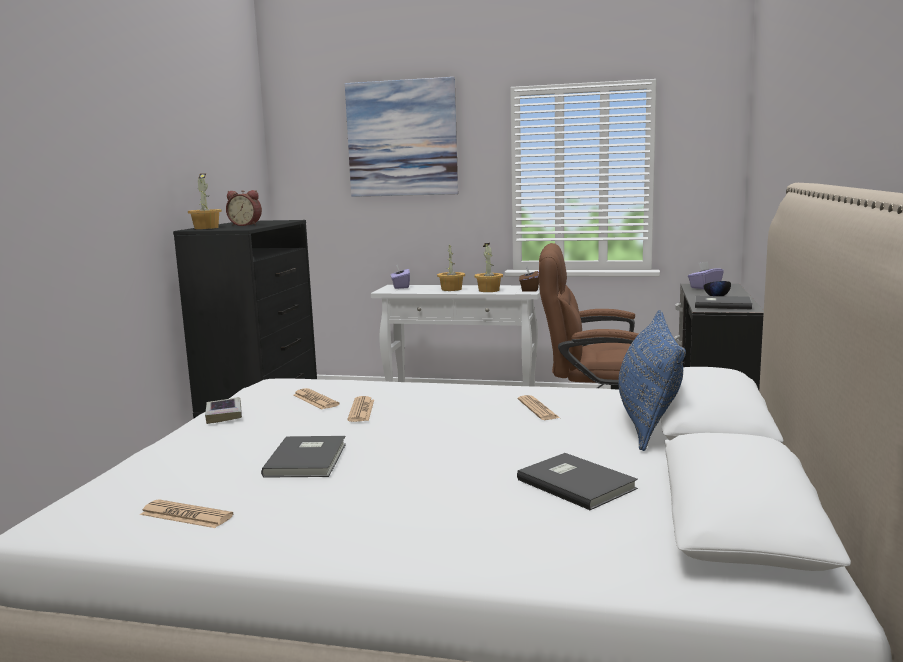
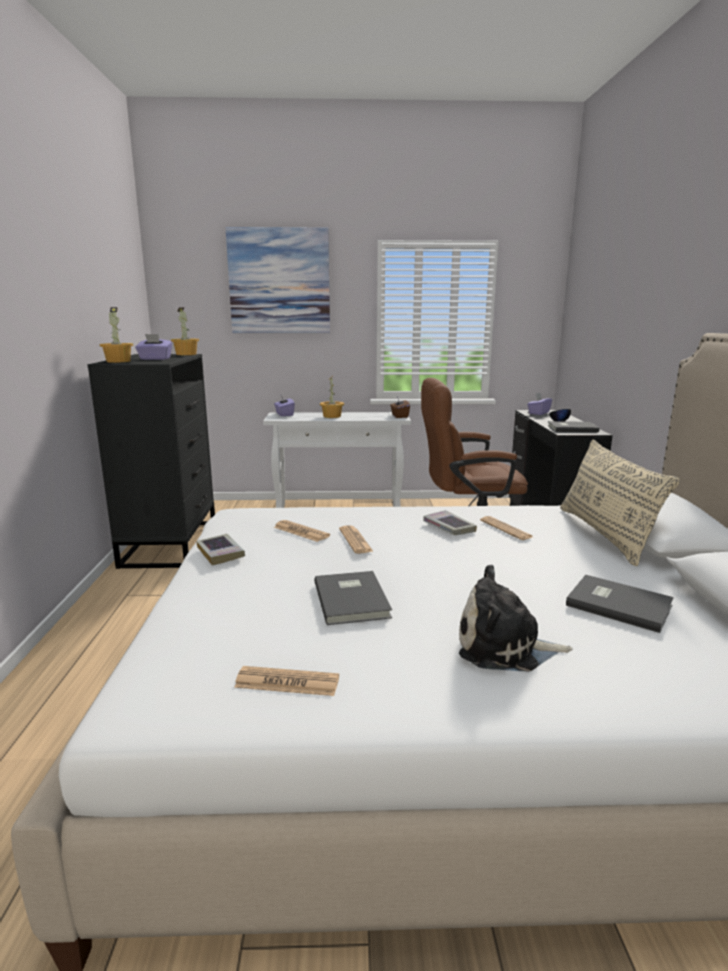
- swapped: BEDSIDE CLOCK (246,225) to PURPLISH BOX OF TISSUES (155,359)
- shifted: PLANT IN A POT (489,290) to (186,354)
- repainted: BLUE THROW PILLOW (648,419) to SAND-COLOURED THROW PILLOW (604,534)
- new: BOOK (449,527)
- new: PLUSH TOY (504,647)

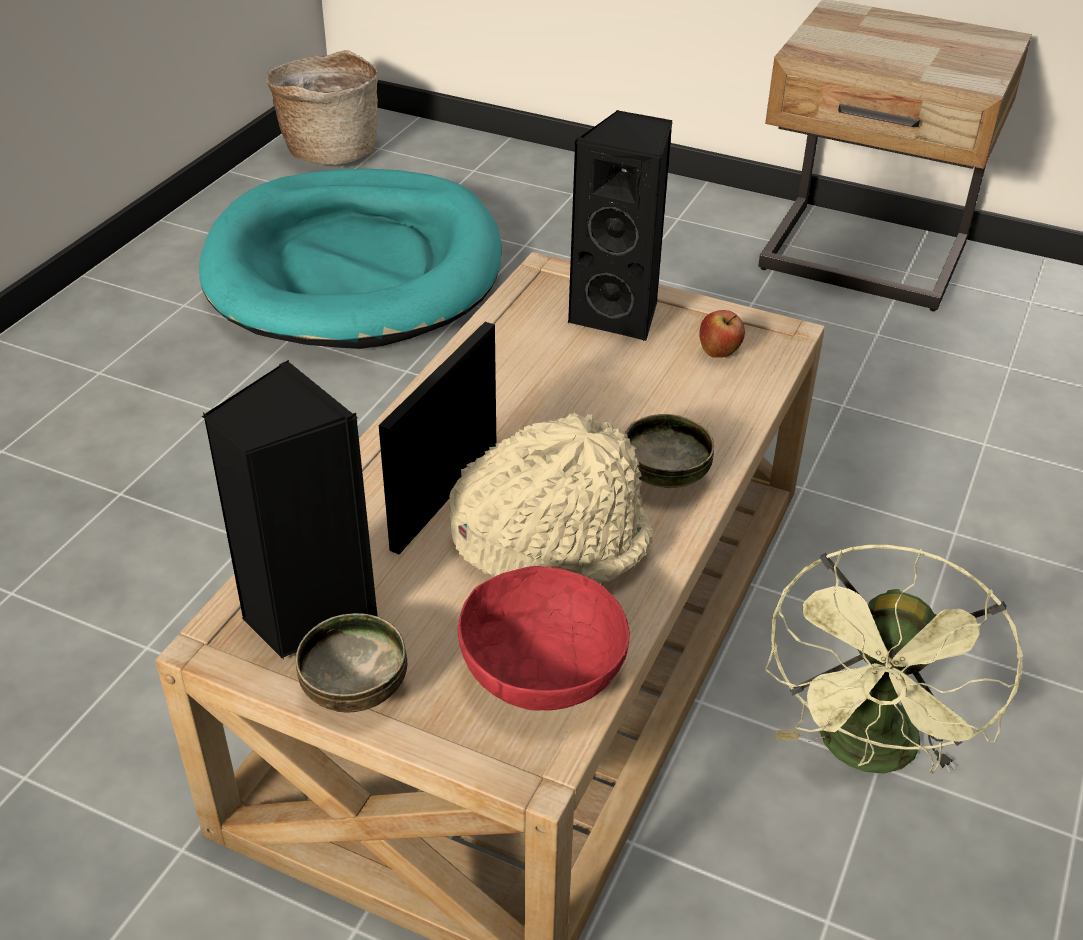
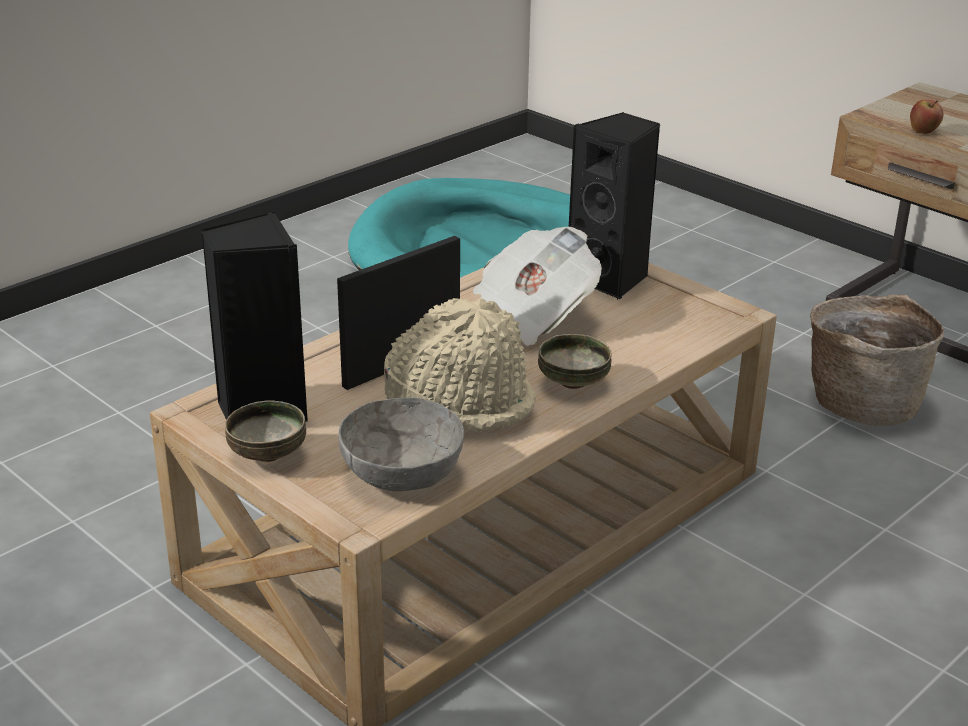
- shifted: STORAGE BASKET (330,150) to (862,403)
- repainted: RED-COLOURED BOWL (541,670) to GRAY BOWL (401,472)
- shifted: WHOLE APPLE (719,353) to (923,132)
- gone: GREENISH ELECTRIC FAN (869,754)
- new: PRINTED PAPER (526,319)

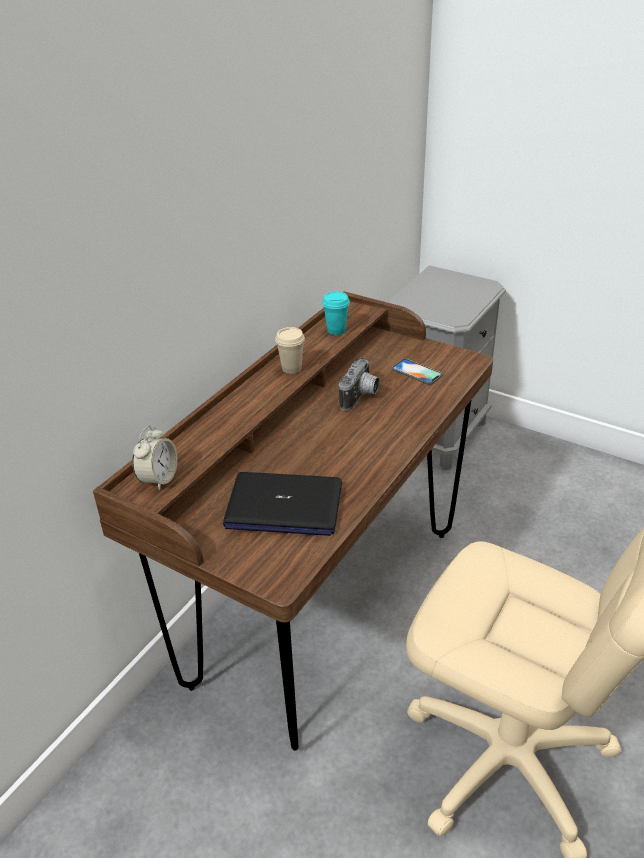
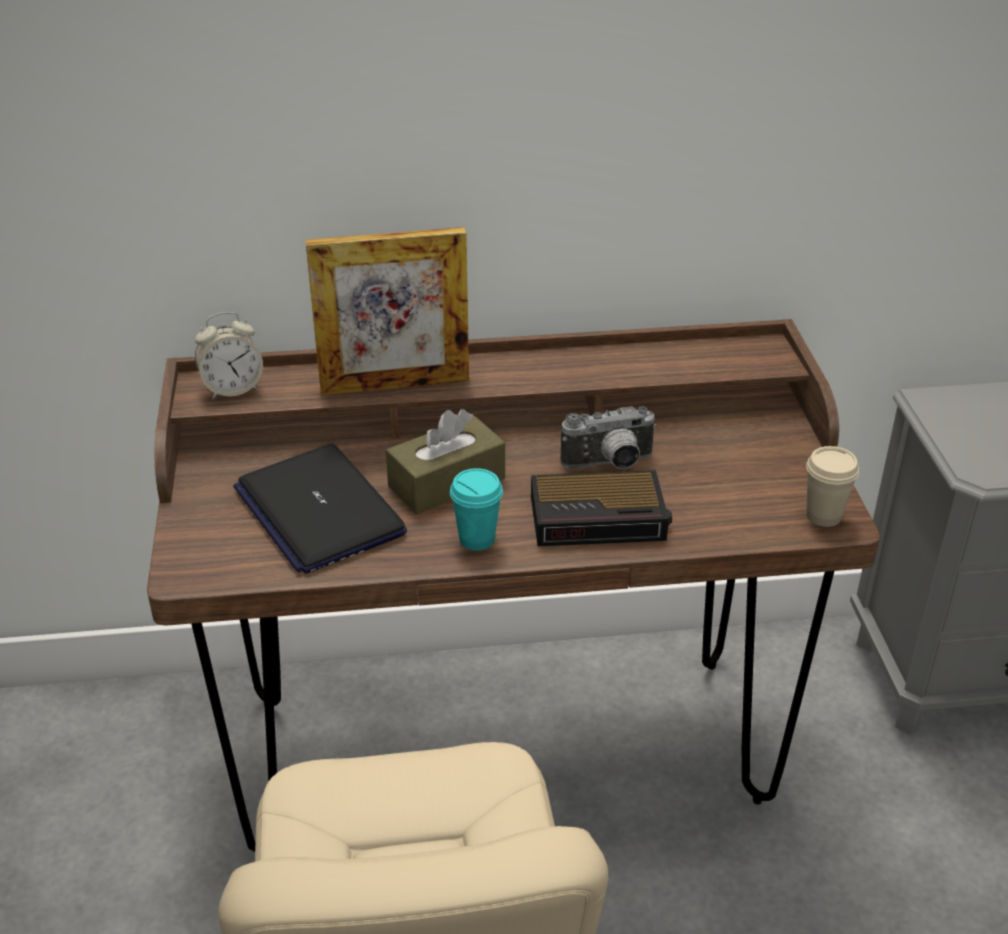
- shifted: SAND-COLOURED DRINKING CUP (291,368) to (823,516)
- shifted: TURQUOISE DRINKING CUP (336,330) to (477,539)
- gone: TELEPHONE (417,372)
- new: PICTURE FRAME (395,385)
- new: BROWNISH BOX OF TISSUES (446,482)
- new: BEDSIDE CLOCK (600,518)

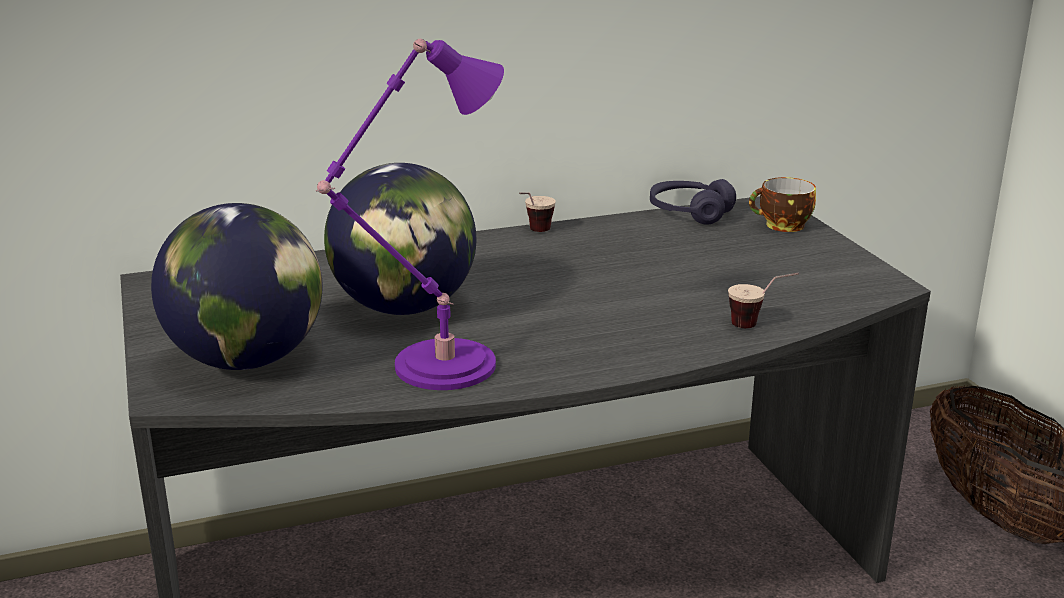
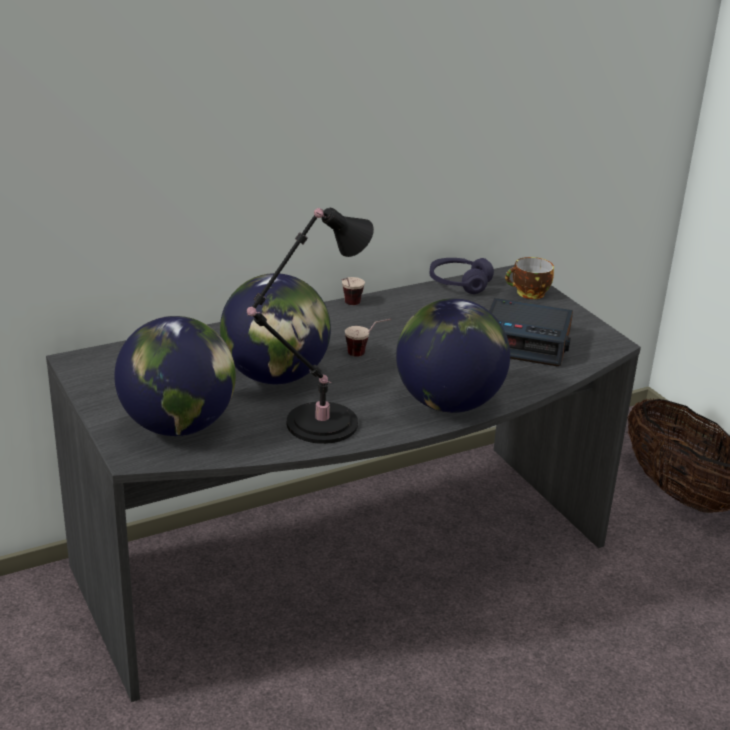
- repainted: PURPLISH TABLE LAMP (436,367) to BLACK TABLE LAMP (316,425)
- shifted: DRINKING CUP (759,325) to (366,354)
- new: DESK GLOBE (448,404)
- new: BEDSIDE CLOCK (526,342)

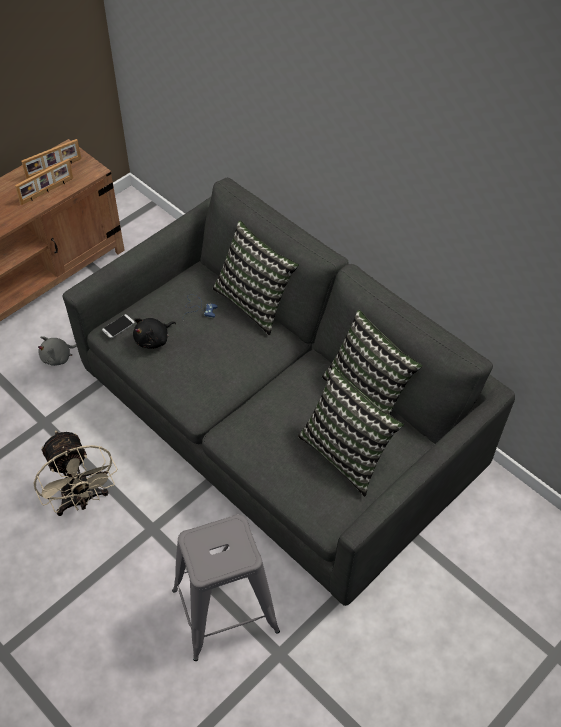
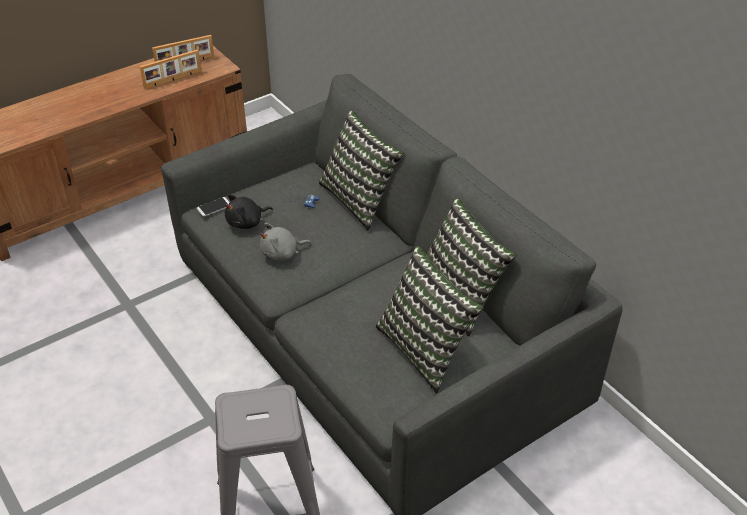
- gone: SAND-COLOURED ELECTRIC FAN (81,500)
- shifted: GRAY PLUSH TOY (58,357) to (282,253)

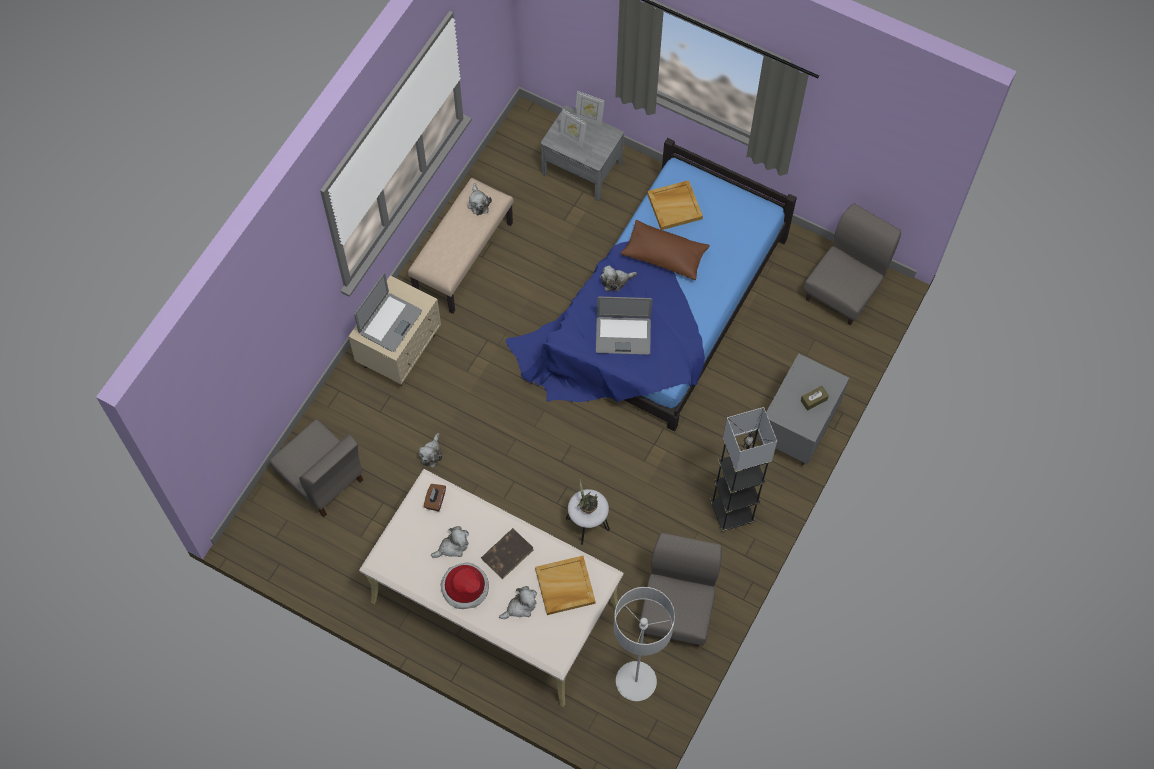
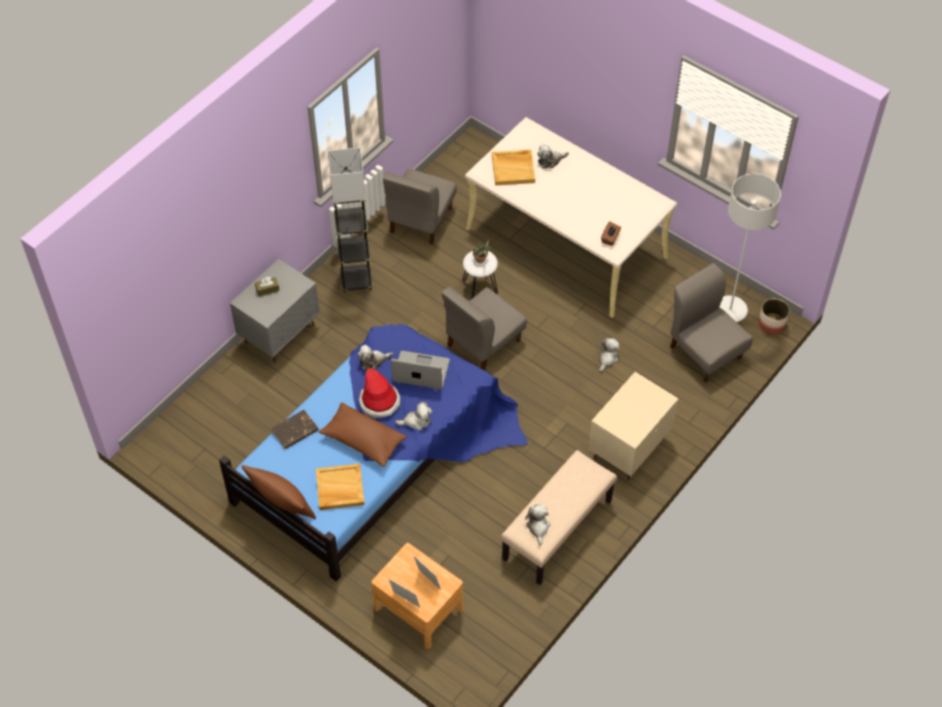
- gone: LAPTOP (390,322)
- shifted: PLUSH TOY (452,546) to (373,361)
- shifted: WEARABLE HAT (465,587) to (379,402)
- shifted: BROWNISH BOOK (507,554) to (294,431)
- repainted: GRAY BEDSIDE TABLE (582,168) to BROWNISH BEDSIDE TABLE (418,609)
- shifted: GRAY STANDING LAMP (636,681) to (730,310)
- shifted: GRAY CHAIR (843,291) to (483,343)
- new: BROWNISH THROW PILLOW (281,501)
- new: FLOWER POT (771,324)

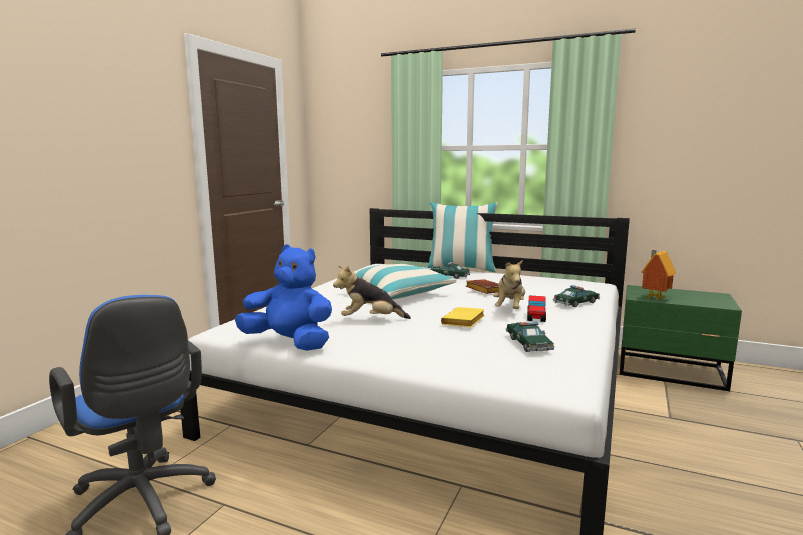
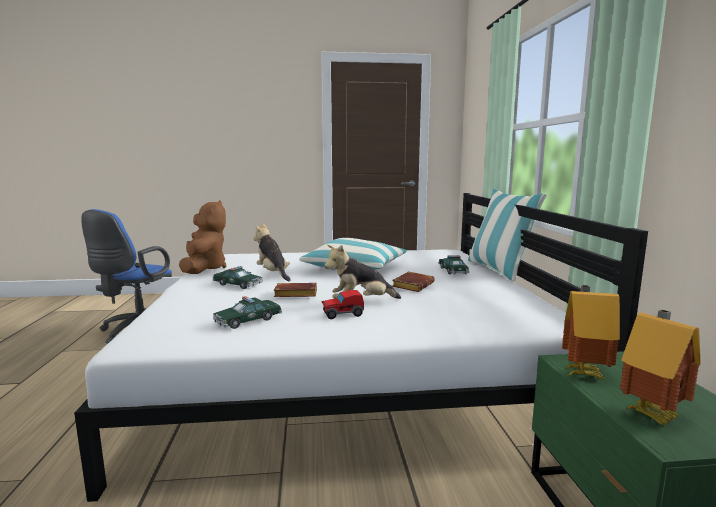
- repainted: BLUE PLUSH TOY (290,343) to BROWNISH PLUSH TOY (204,269)
- repainted: YELLOWISH BOOK (464,322) to BROWNISH BOOK (294,294)
- shifted: MINIATURE CAR (576,303) to (237,284)
- new: MINIATURE HOUSE (653,414)

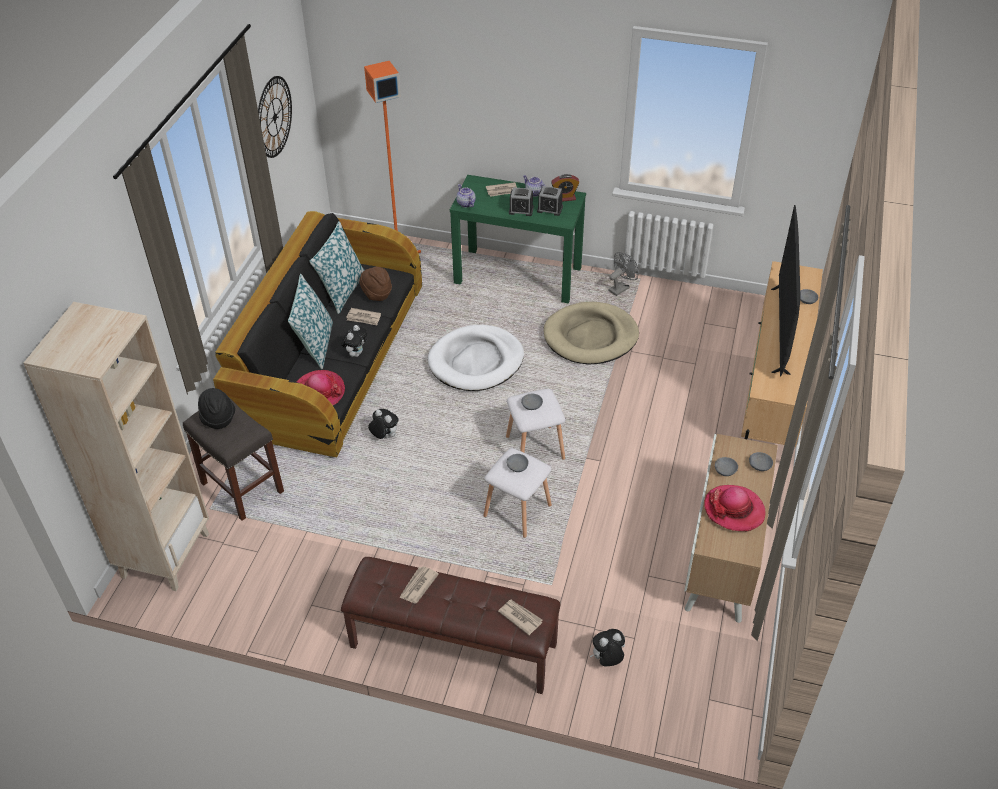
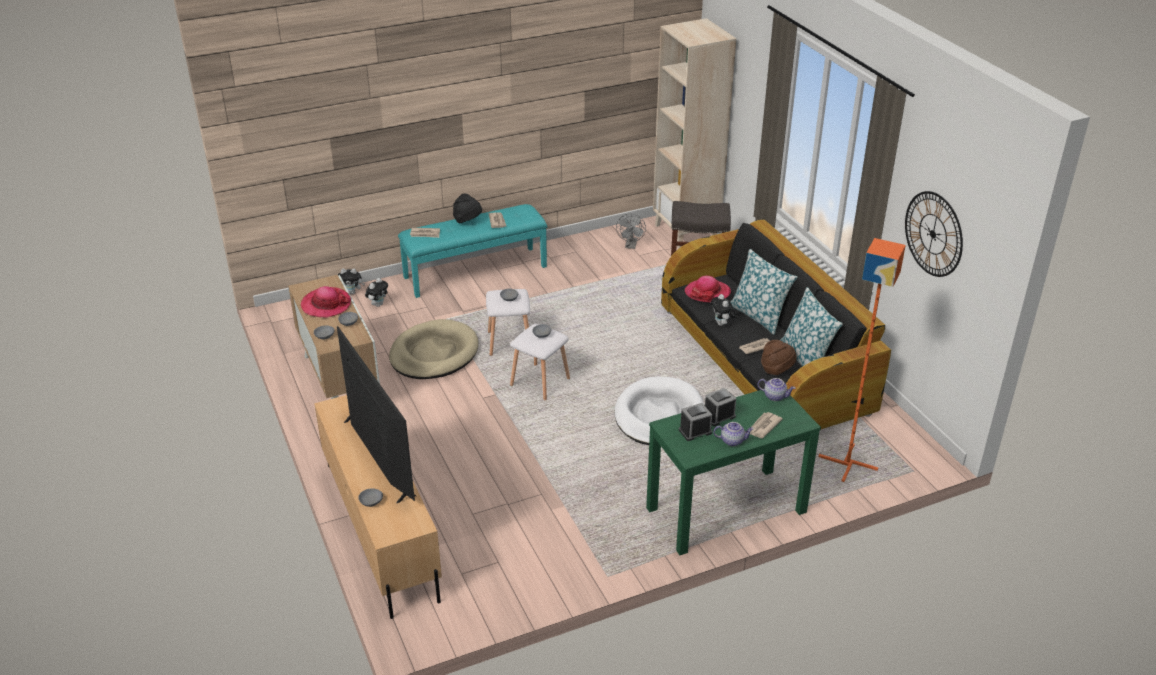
- shifted: BLACK WEARABLE HAT (218,418) to (467,221)
- repainted: BROWNISH LONG SEAT (452,646) to TURQUOISE LONG SEAT (475,271)
- shifted: PLUSH TOY (384,436) to (352,292)
- shifted: SAND-COLOURED DOG BED (591,337) to (434,354)
- gone: BEDSIDE CLOCK (564,198)
- shifted: GRAY ELECTRIC FAN (621,288) to (631,246)

